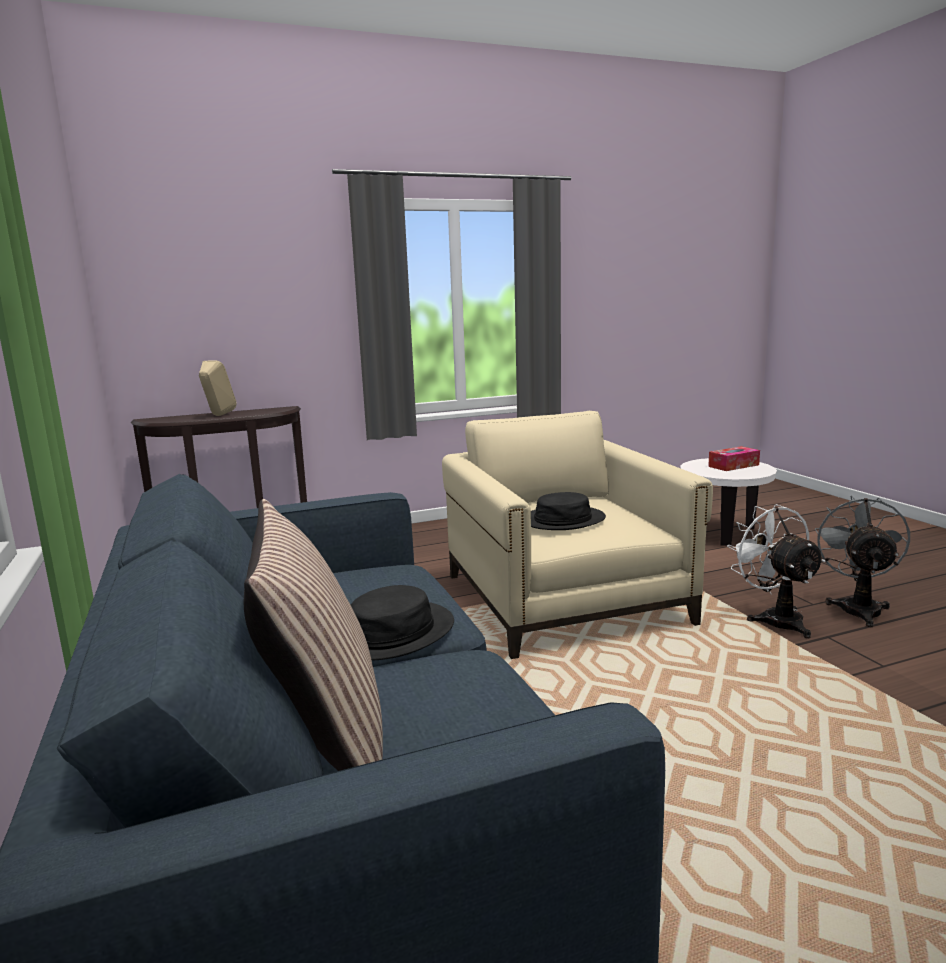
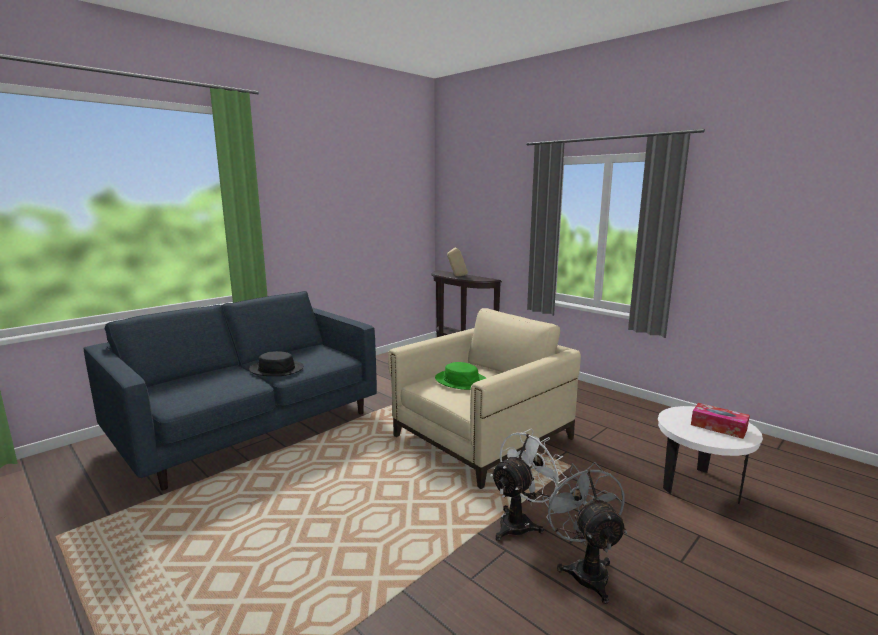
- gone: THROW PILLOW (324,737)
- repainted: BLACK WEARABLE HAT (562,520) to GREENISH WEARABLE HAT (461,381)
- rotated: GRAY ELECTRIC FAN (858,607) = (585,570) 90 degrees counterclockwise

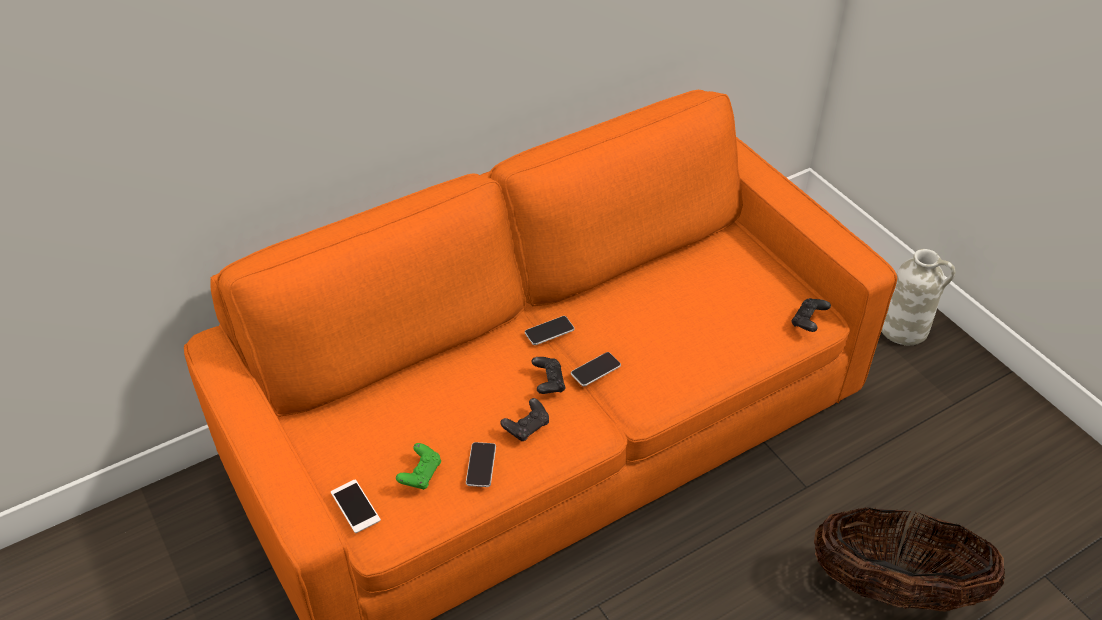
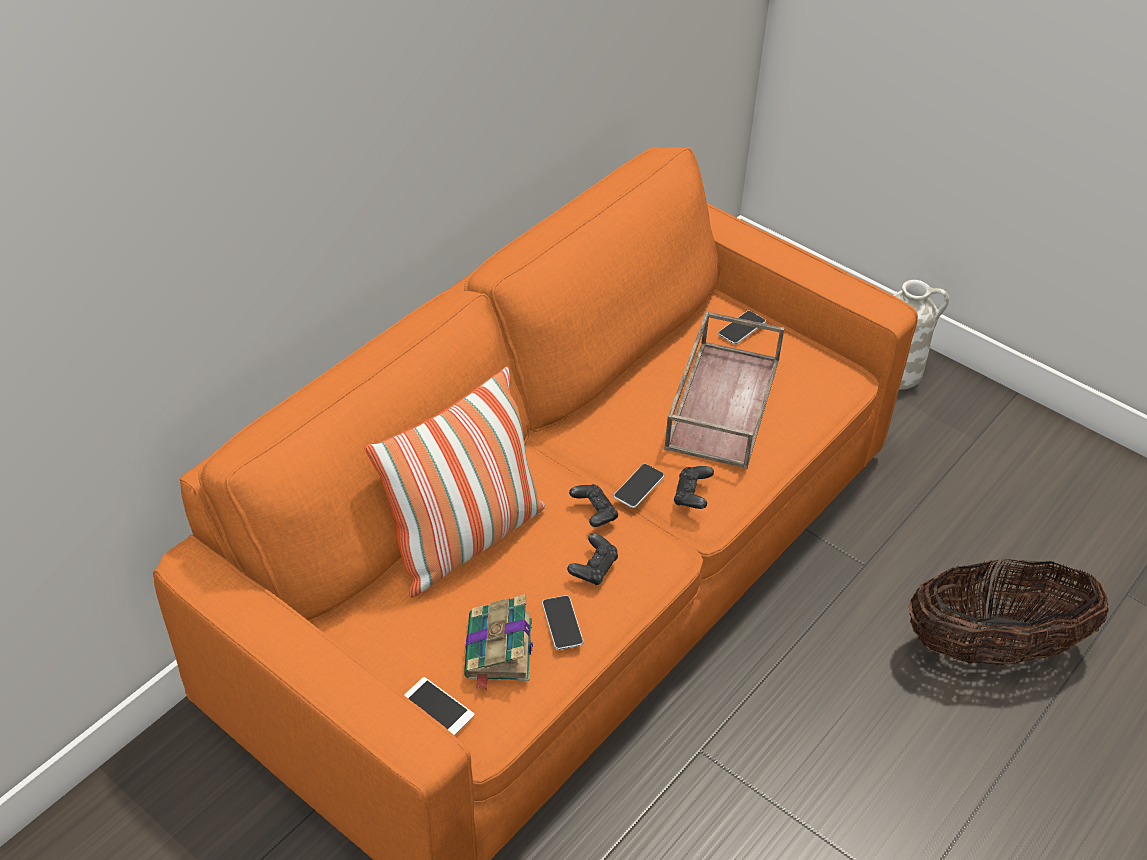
- swapped: GREENISH GAME CONTROLLER (420,474) to BOOK (499,651)
- shifted: TELEPHONE (549,331) to (741,328)
- shifted: BLACK GAME CONTROLLER (808,321) to (692,496)
- new: THROW PILLOW (465,540)
- new: BROWNISH TRAY (721,401)

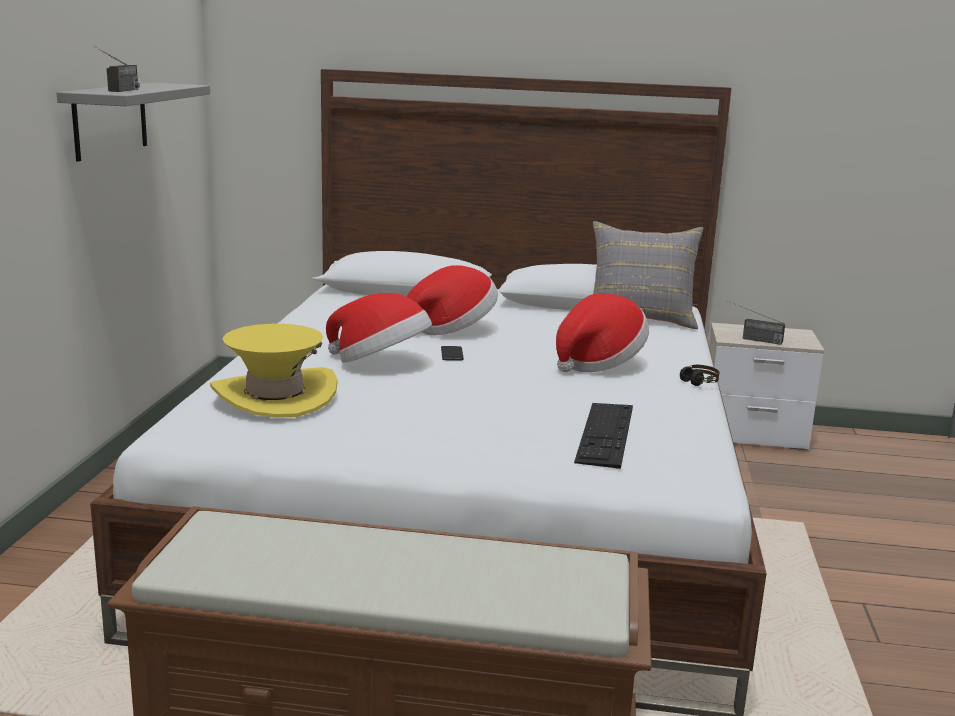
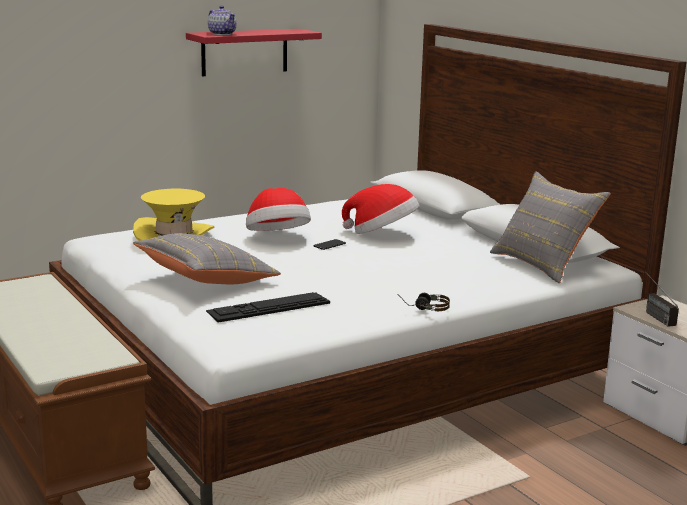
- repainted: GRAY BRACKET SHELF (110,120) to RED-COLOURED BRACKET SHELF (244,52)
- swapped: RADIO SET (119,91) to POT FOR TEA (222,34)
- gone: WEARABLE HAT (598,363)
- new: GRAY THROW PILLOW (206,280)

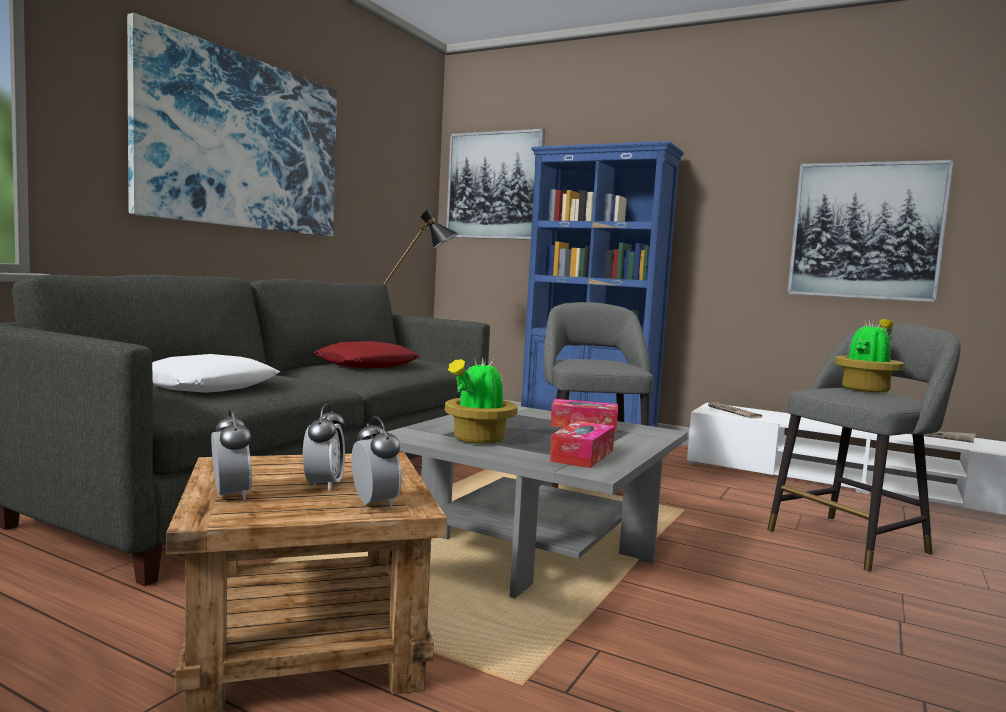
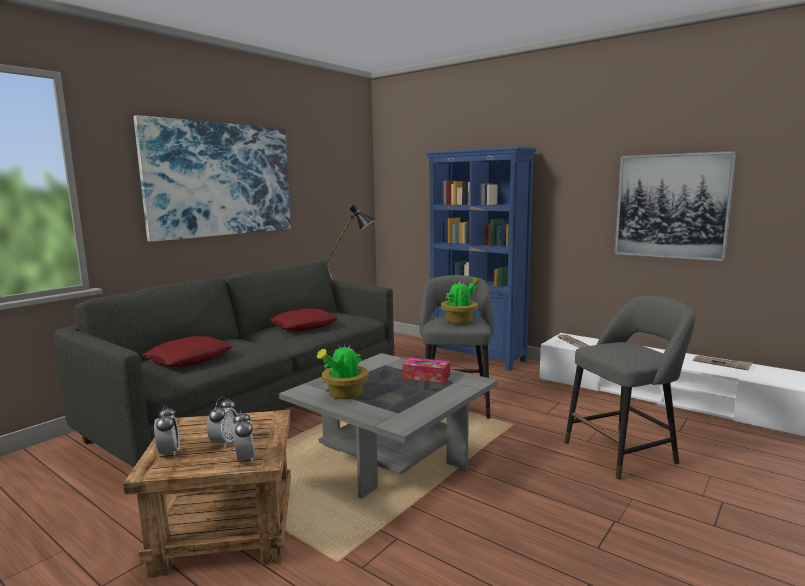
- repainted: WHITE-COLOURED THROW PILLOW (208,386) to RED-COLOURED THROW PILLOW (189,358)
- gone: WALL PICTURE (494,185)
- gone: BOX OF TISSUES (582,456)
- shifted: PLANT IN A POT (866,389) to (460,321)

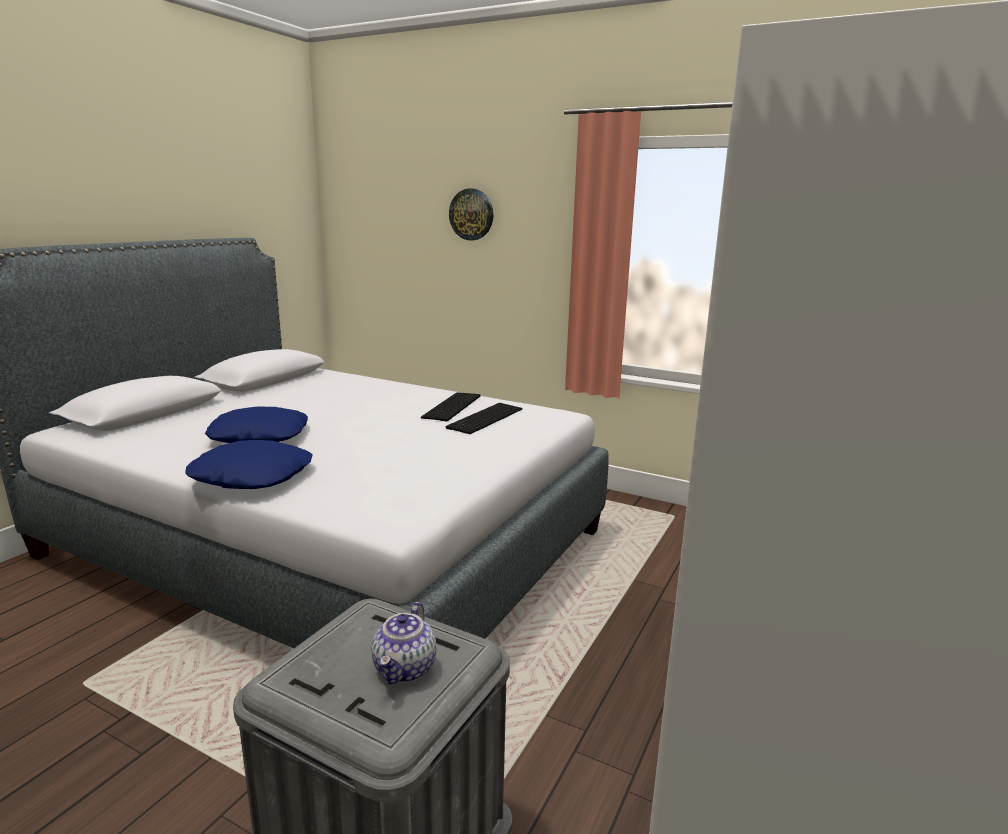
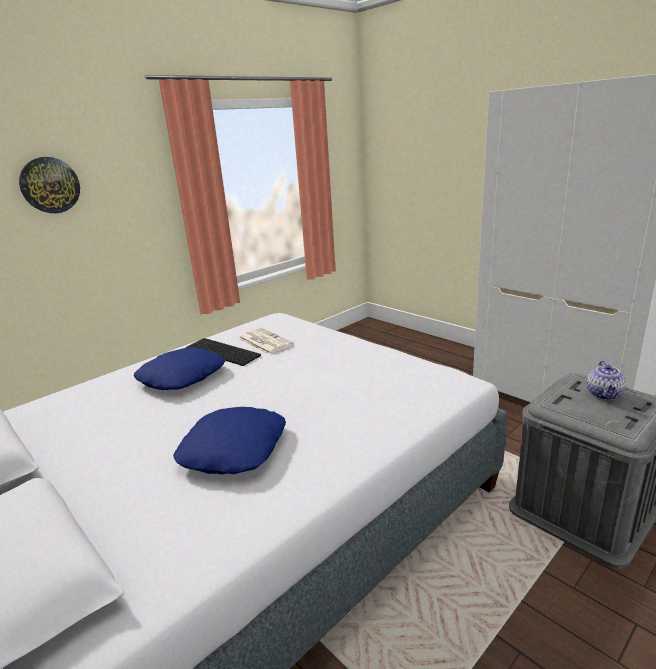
- shifted: BLUE THROW PILLOW (252,476) to (181,376)
- rotated: POT FOR TEA (405,669) = (604,394) 75 degrees clockwise
- swapped: KEYBOARD (484,417) to PRINTED PAPER (263,341)

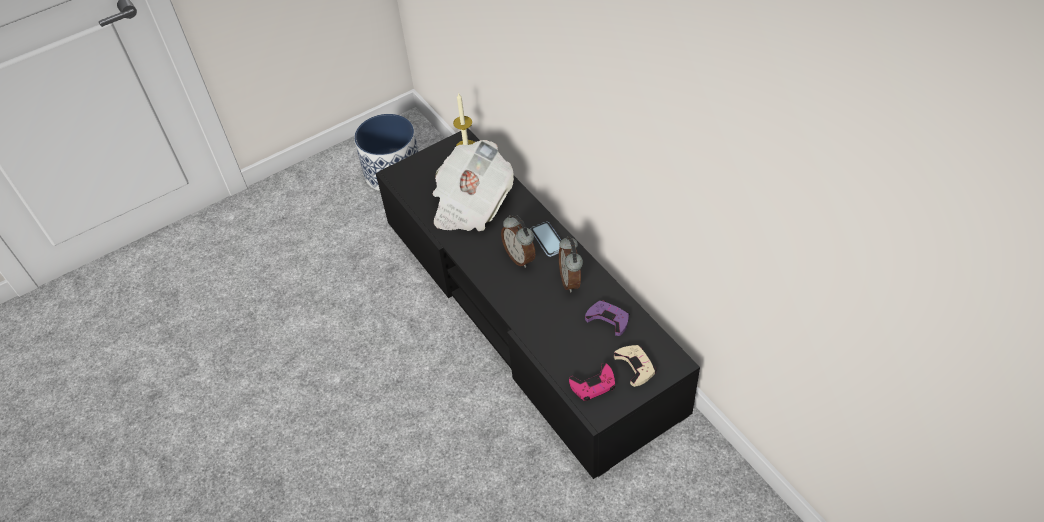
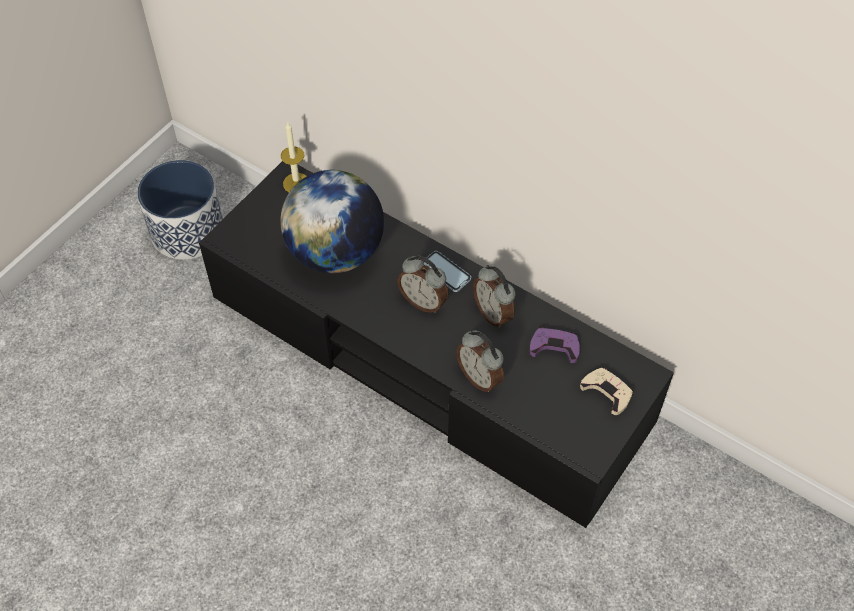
- swapped: PRINTED PAPER (471,204) to DESK GLOBE (335,252)
- gone: PINK-COLOURED GAME CONTROLLER (593,385)
- new: BEDSIDE CLOCK (480,377)

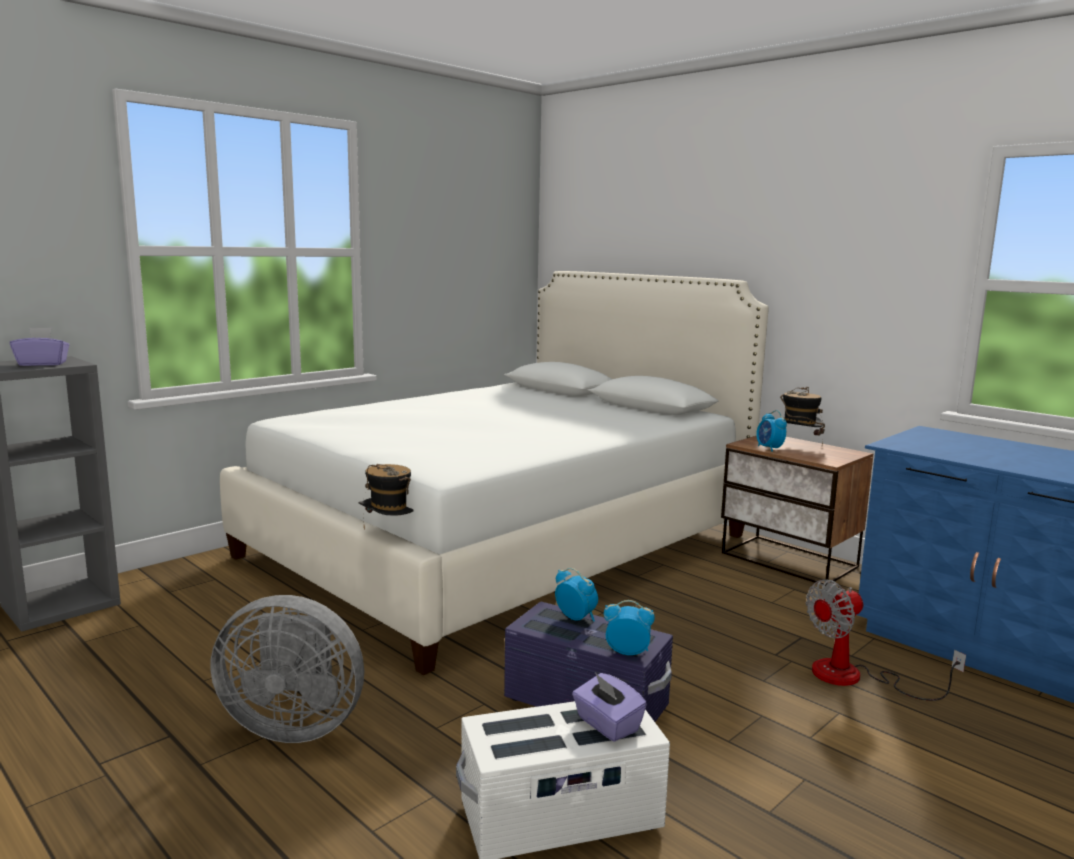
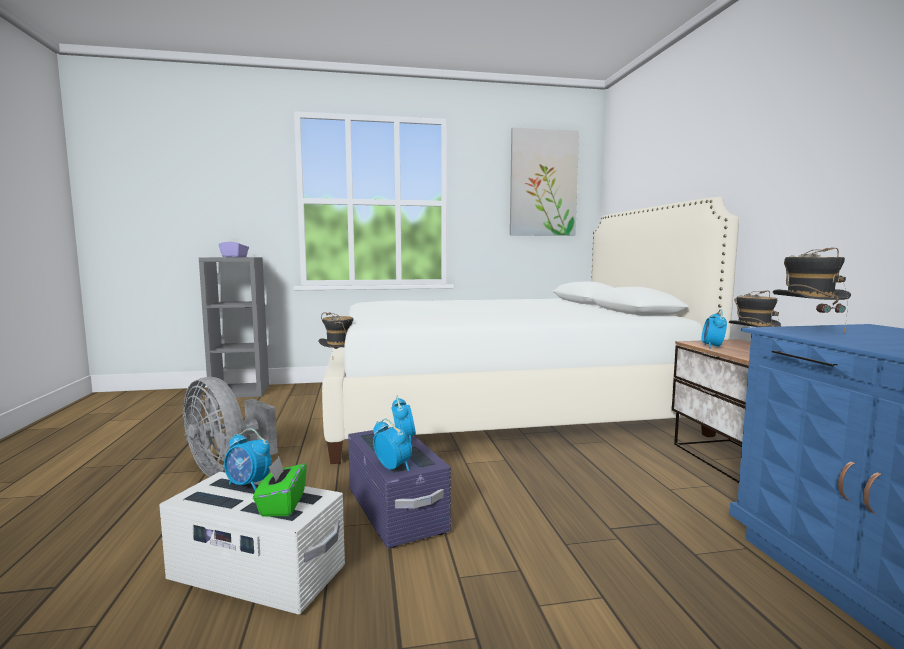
- repainted: PURPLISH BOX OF TISSUES (607,725) to GREENISH BOX OF TISSUES (282,505)
- gone: ELECTRIC FAN (855,678)
- new: BEDSIDE CLOCK (248,485)
- new: WALL PICTURE (543,183)
- new: WEARABLE HAT (807,329)

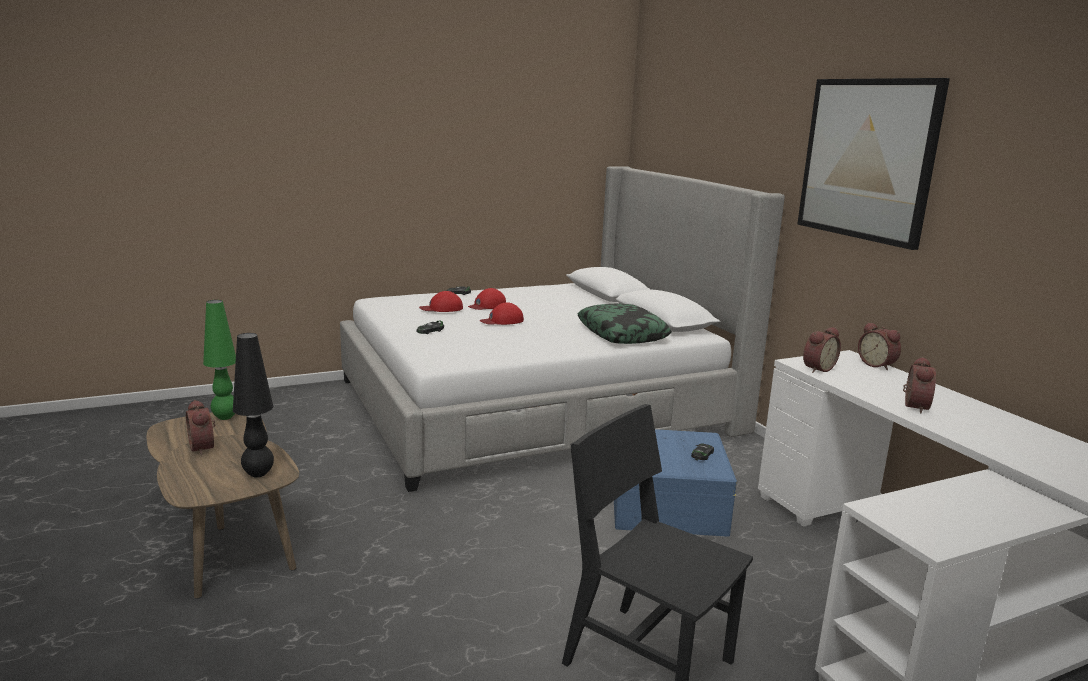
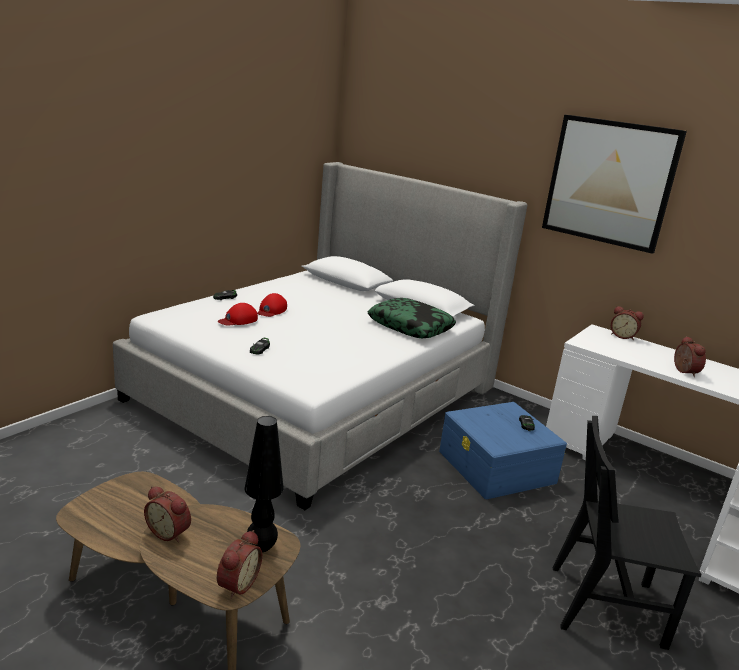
- gone: GREENISH TABLE LAMP (225,417)
- gone: RED-COLOURED PEAKED CAP (502,321)
- shifted: BEDSIDE CLOCK (817,368) to (236,584)

